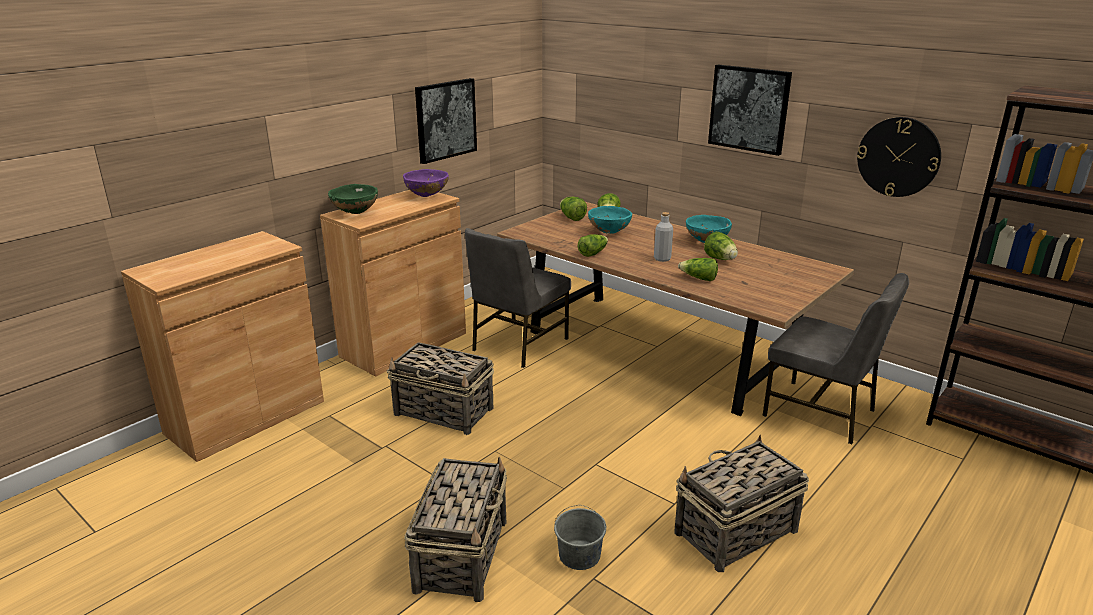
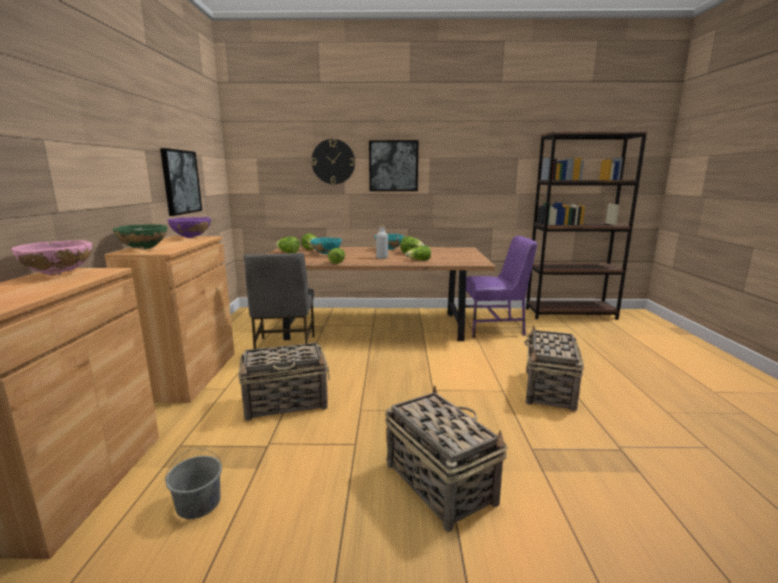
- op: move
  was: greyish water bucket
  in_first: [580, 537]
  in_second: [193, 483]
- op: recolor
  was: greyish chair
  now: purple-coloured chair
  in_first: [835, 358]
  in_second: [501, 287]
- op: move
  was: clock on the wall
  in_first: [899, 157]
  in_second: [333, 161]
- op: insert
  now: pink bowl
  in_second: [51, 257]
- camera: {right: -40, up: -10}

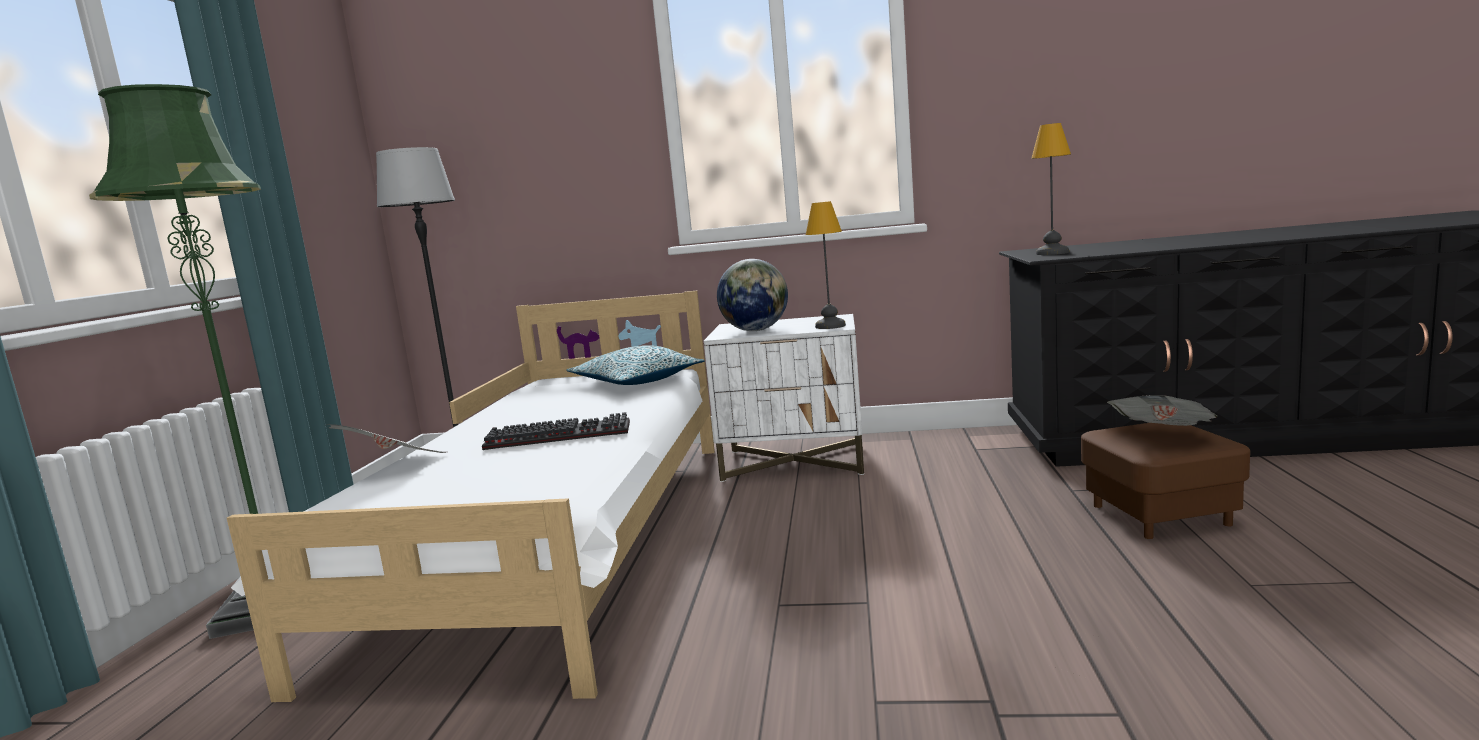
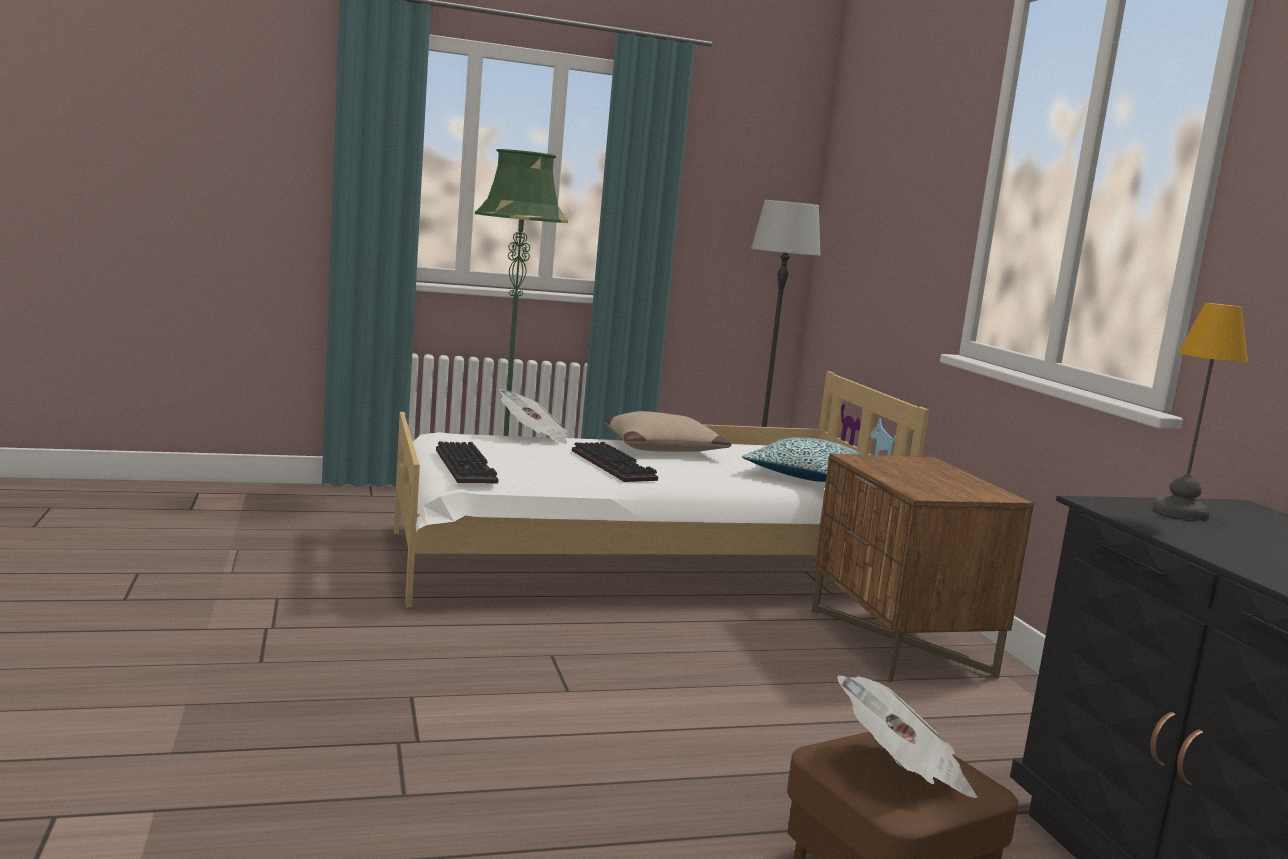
- op: recolor
  was: white nightstand
  now: brown-coloured nightstand
  in_first: [784, 398]
  in_second: [922, 568]
- op: delete
  was: desk globe
  in_first: [752, 295]
- op: delete
  was: tabletop lamp
  in_first: [826, 265]
- op: insert
  now: PC keyboard
  in_second: [467, 462]
- op: insert
  now: sand-coloured cushion
  in_second: [668, 431]
- camera: {right: 65, up: 0}

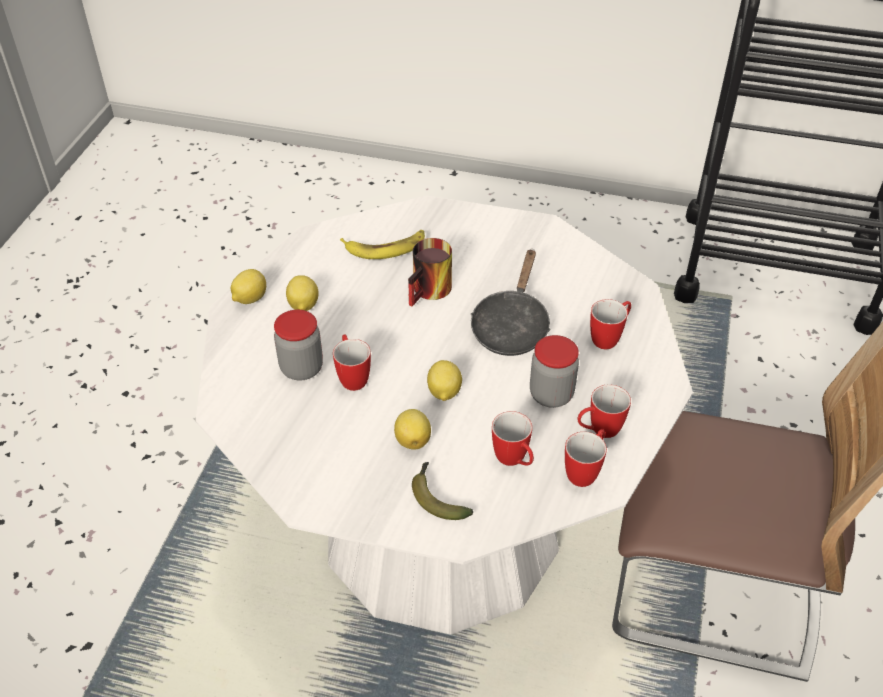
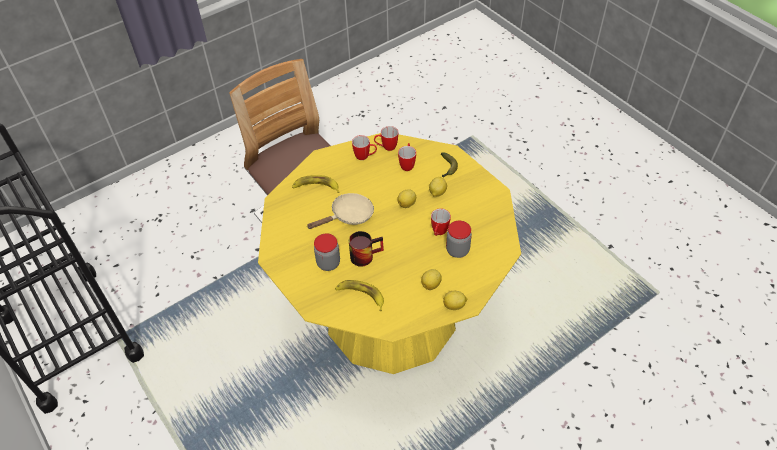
- op: recolor
  was: white kitchen table
  now: yellowish kitchen table
  in_first: [444, 415]
  in_second: [389, 253]
- op: recolor
  was: black-coloured skillet
  now: sand-coloured skillet
  in_first: [511, 302]
  in_second: [340, 211]
- op: move
  was: preserve jar
  in_first: [554, 371]
  in_second: [327, 252]
- op: replace
  was: tea mug
  now: whole banana
  in_first: [610, 324]
  in_second: [315, 184]
- camera: {right: -140, up: 5}

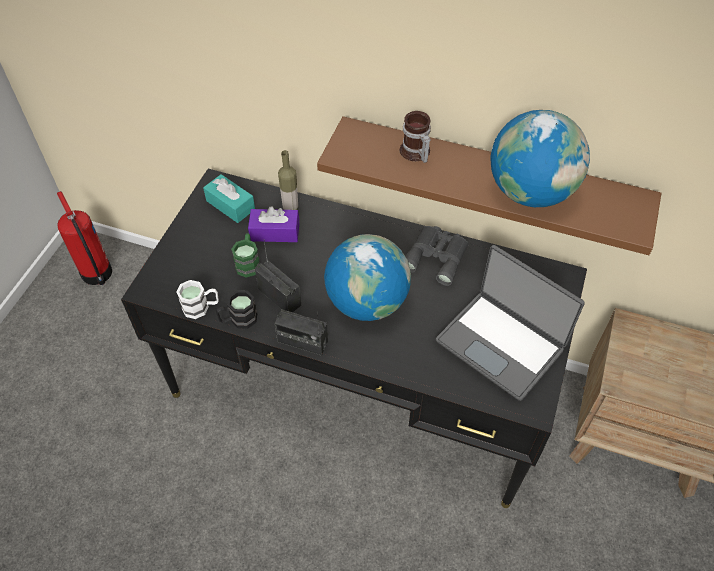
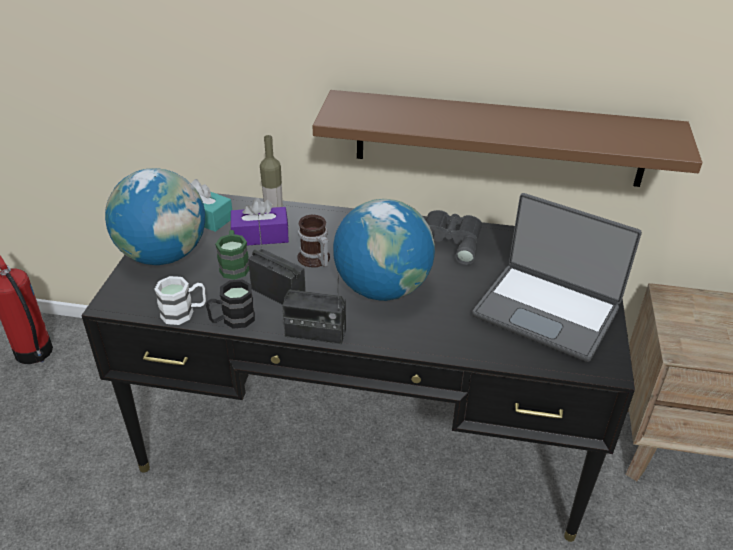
- op: move
  was: tea mug
  in_first: [415, 137]
  in_second: [313, 241]
- op: move
  was: desk globe
  in_first: [540, 158]
  in_second: [155, 216]
- camera: {right: -10, up: -15}

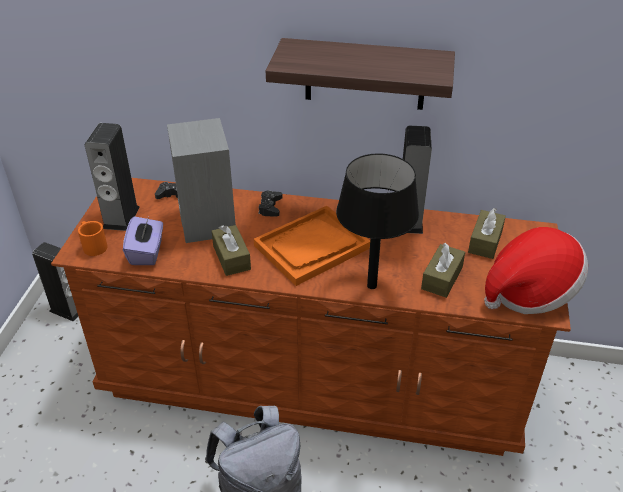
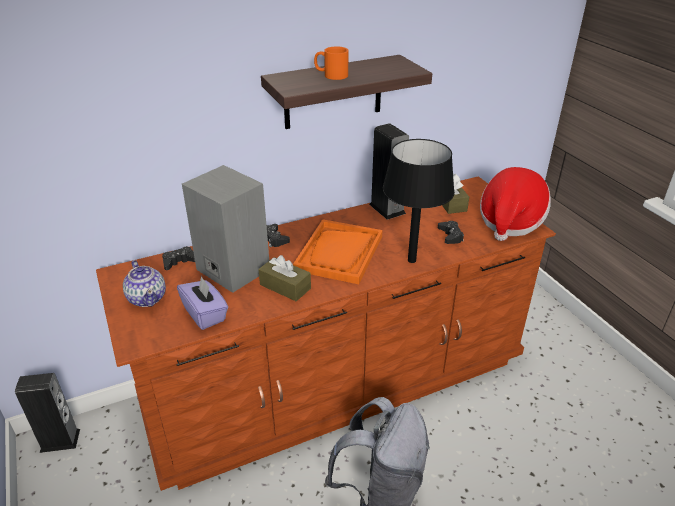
- op: move
  was: orange tea mug
  in_first: [93, 238]
  in_second: [331, 63]
- op: replace
  was: speaker
  now: pot for tea
  in_first: [112, 177]
  in_second: [144, 283]
- op: replace
  was: brown-coloured box of tissues
  now: black-coloured game controller
  in_first: [443, 270]
  in_second: [451, 232]
- camera: {right: -35, up: -5}

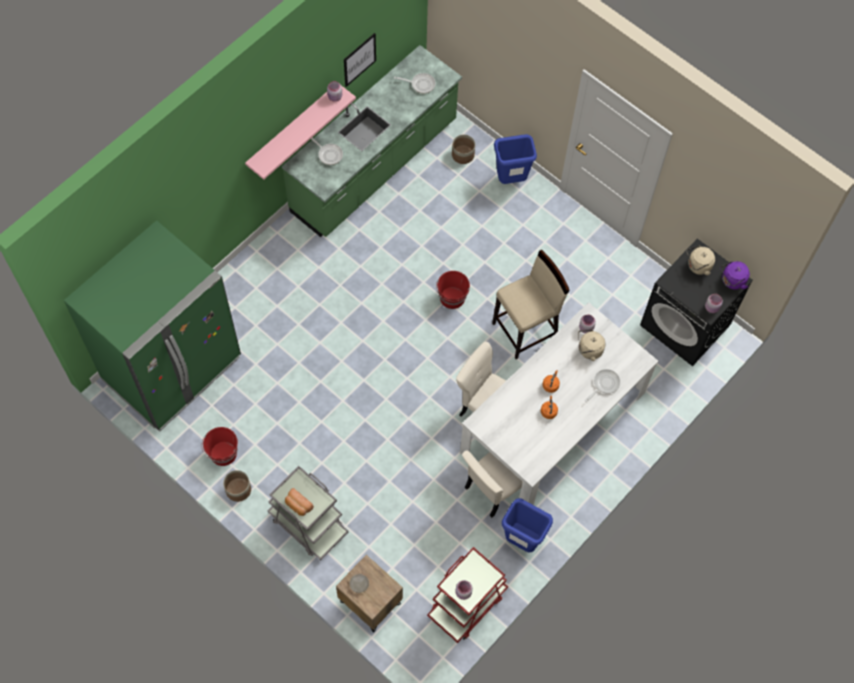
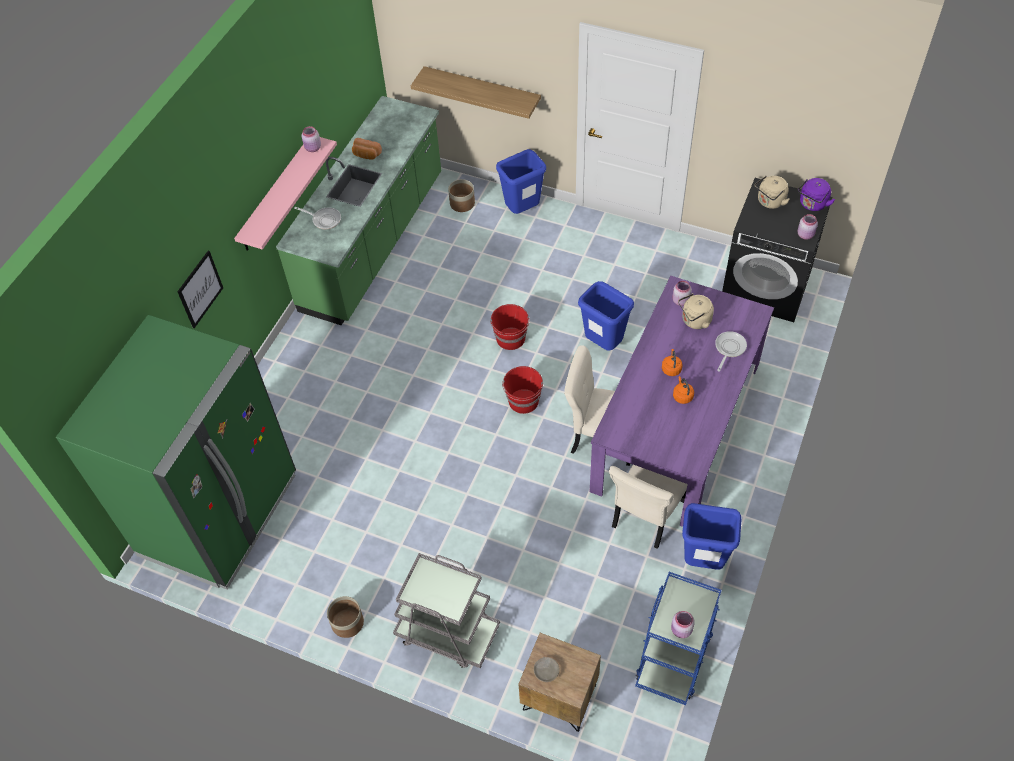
- op: move
  was: red-coloured water bucket
  in_first: [220, 446]
  in_second: [522, 390]
- op: move
  was: bread
  in_first: [299, 502]
  in_second: [367, 149]
- op: move
  was: wall art
  in_first: [360, 60]
  in_second: [200, 289]
- op: delete
  was: skillet
  in_first: [414, 83]
- op: recolor
  was: red-coloured wheeled cart
  now: blue-coloured wheeled cart
  in_first: [467, 595]
  in_second: [678, 638]
- op: recolor
  was: white kitchen table
  now: purple-coloured kitchen table
  in_first: [559, 403]
  in_second: [682, 401]
- op: replace
  was: sand-coloured stool
  now: blue-coloured waste bin
  in_first: [530, 304]
  in_second: [606, 316]
- op: insert
  now: wall shelf
  in_second: [476, 92]
- camera: {right: -15, up: -10}

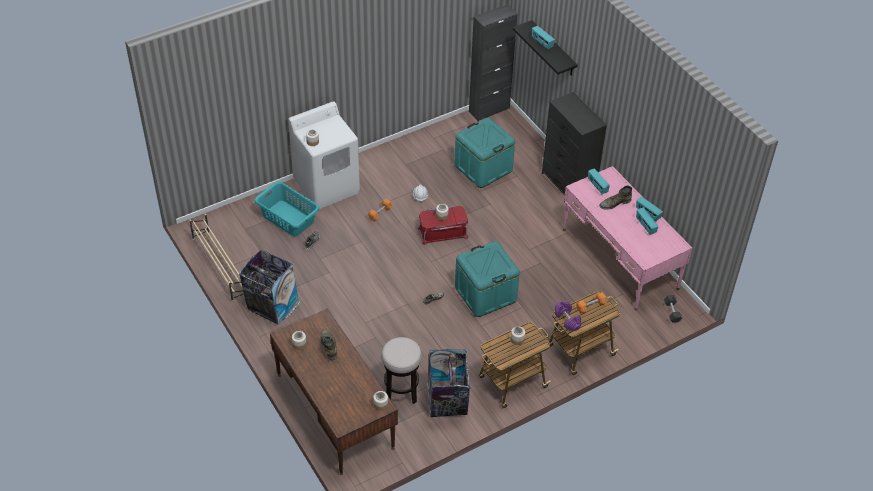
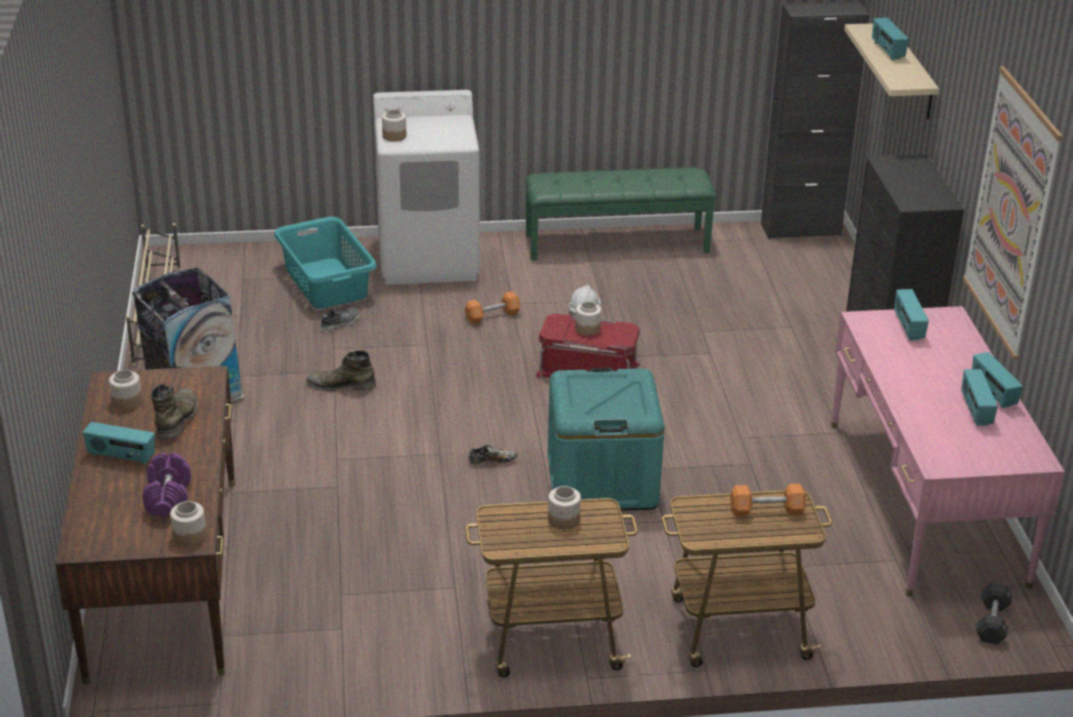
- op: delete
  was: stool
  in_first: [401, 370]
- op: delete
  was: waste bin
  in_first: [448, 383]
- op: delete
  was: turquoise-coloured storage container
  in_first: [484, 153]
- op: recolor
  was: black-coloured wall shelf
  now: sand-coloured wall shelf
  in_first: [545, 48]
  in_second: [891, 71]
- op: move
  was: purple-coloured free weight
  in_first: [568, 316]
  in_second: [166, 484]
- op: move
  was: greenish high-top boot
  in_first: [615, 198]
  in_second: [341, 370]
- op: insert
  now: radio receiver
  in_second: [119, 443]
- op: insert
  now: greenish bench
  in_second: [620, 214]
- op: insert
  now: wall art
  in_second: [1013, 213]
- camera: {right: 25, up: -15}

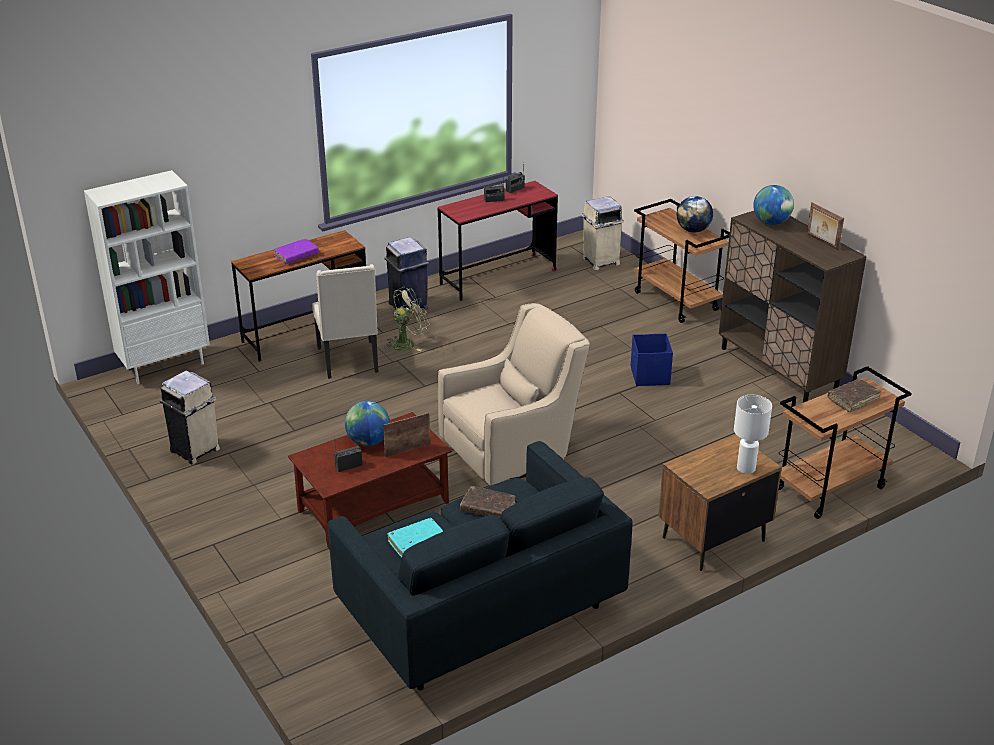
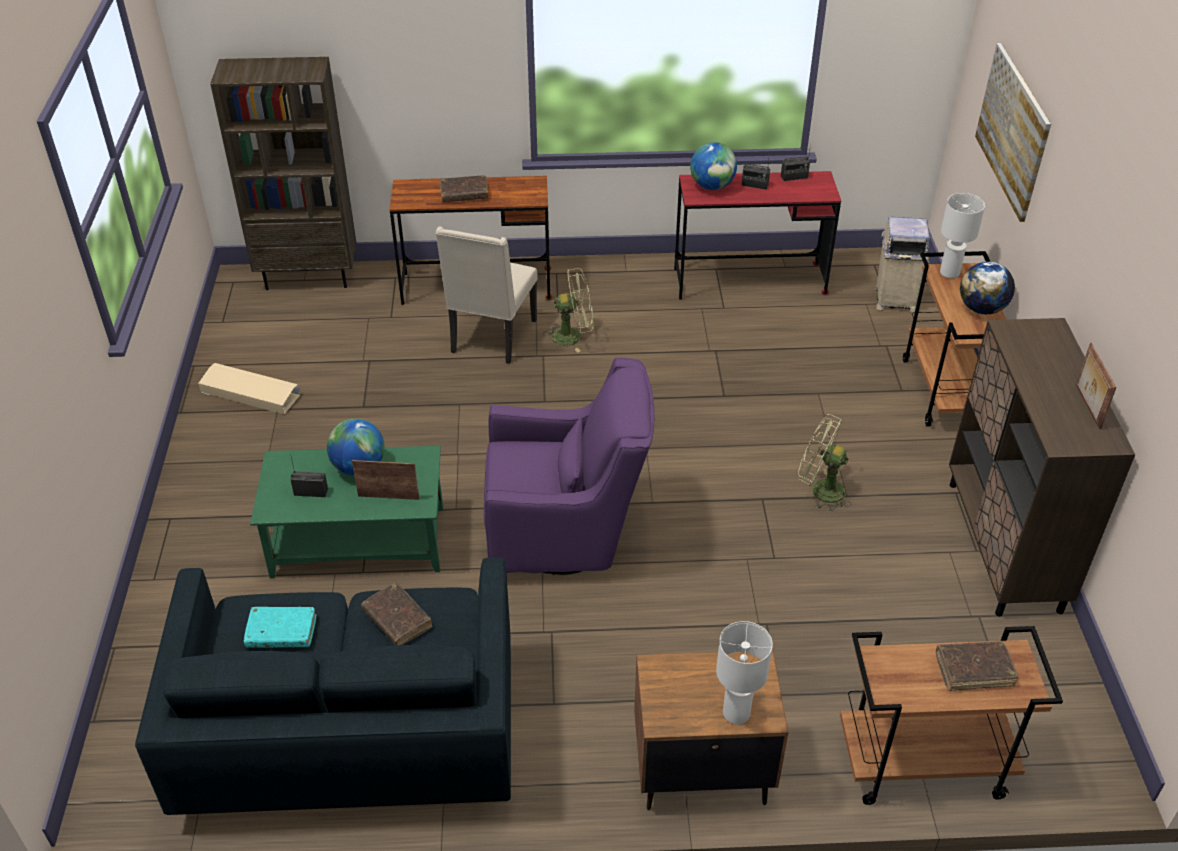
- op: recolor
  was: white bookcase
  now: brown-coloured bookcase
  in_first: [147, 277]
  in_second: [283, 173]
- op: replace
  was: sand-coloured waste bin
  now: sand-coloured storage container
  in_first: [190, 417]
  in_second: [249, 388]
- op: recolor
  was: purple-coloured volume
  now: brown-coloured volume
  in_first: [296, 251]
  in_second: [464, 188]
- op: recolor
  was: brown-coloured lounge table
  now: greenish lounge table
  in_first: [370, 481]
  in_second: [346, 512]
- op: delete
  was: blue-coloured waste bin
  in_first: [407, 273]
- op: recolor
  was: sand-coloured lounge chair
  now: purple-coloured lounge chair
  in_first: [514, 394]
  in_second: [569, 466]
- op: replace
  was: blue-coloured storage container
  now: greenish fan
  in_first: [652, 360]
  in_second: [825, 462]
- op: move
  was: desk globe
  in_first: [773, 205]
  in_second: [713, 166]
- op: insert
  now: white tabletop lamp
  in_second: [962, 235]
- op: insert
  now: wall art
  in_second: [1013, 132]
- camera: {right: 30, up: 10}

